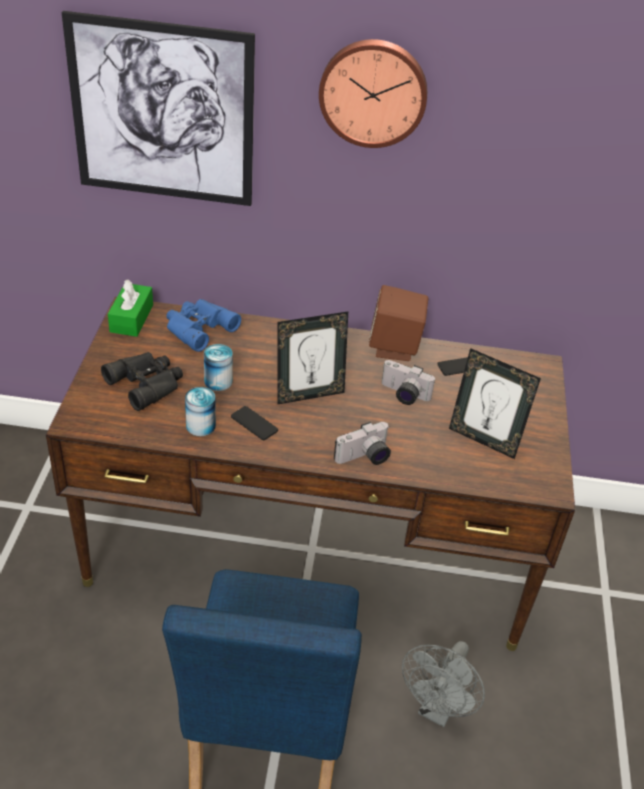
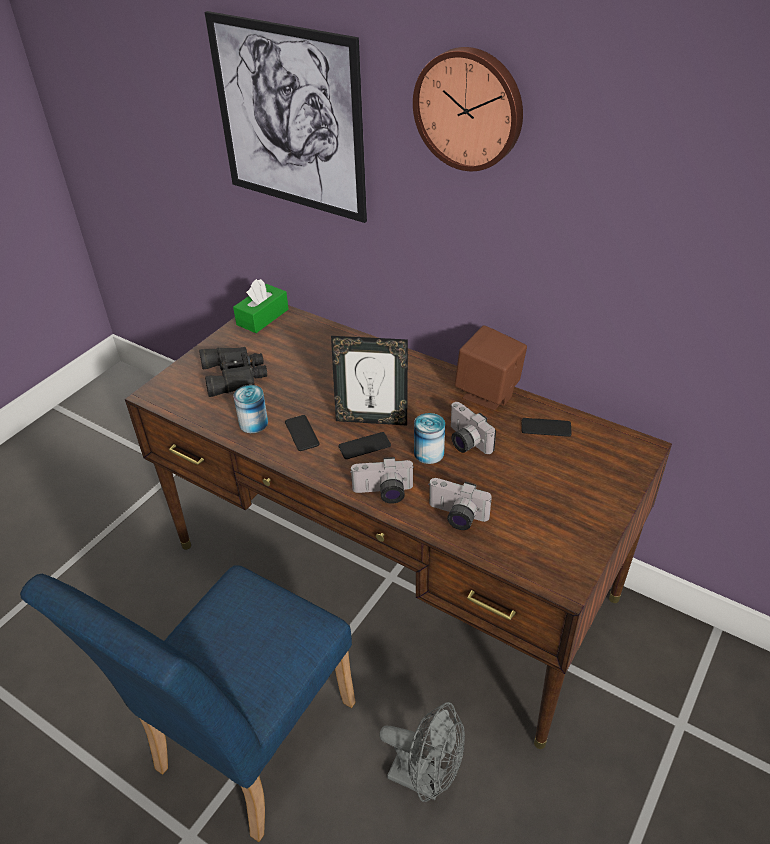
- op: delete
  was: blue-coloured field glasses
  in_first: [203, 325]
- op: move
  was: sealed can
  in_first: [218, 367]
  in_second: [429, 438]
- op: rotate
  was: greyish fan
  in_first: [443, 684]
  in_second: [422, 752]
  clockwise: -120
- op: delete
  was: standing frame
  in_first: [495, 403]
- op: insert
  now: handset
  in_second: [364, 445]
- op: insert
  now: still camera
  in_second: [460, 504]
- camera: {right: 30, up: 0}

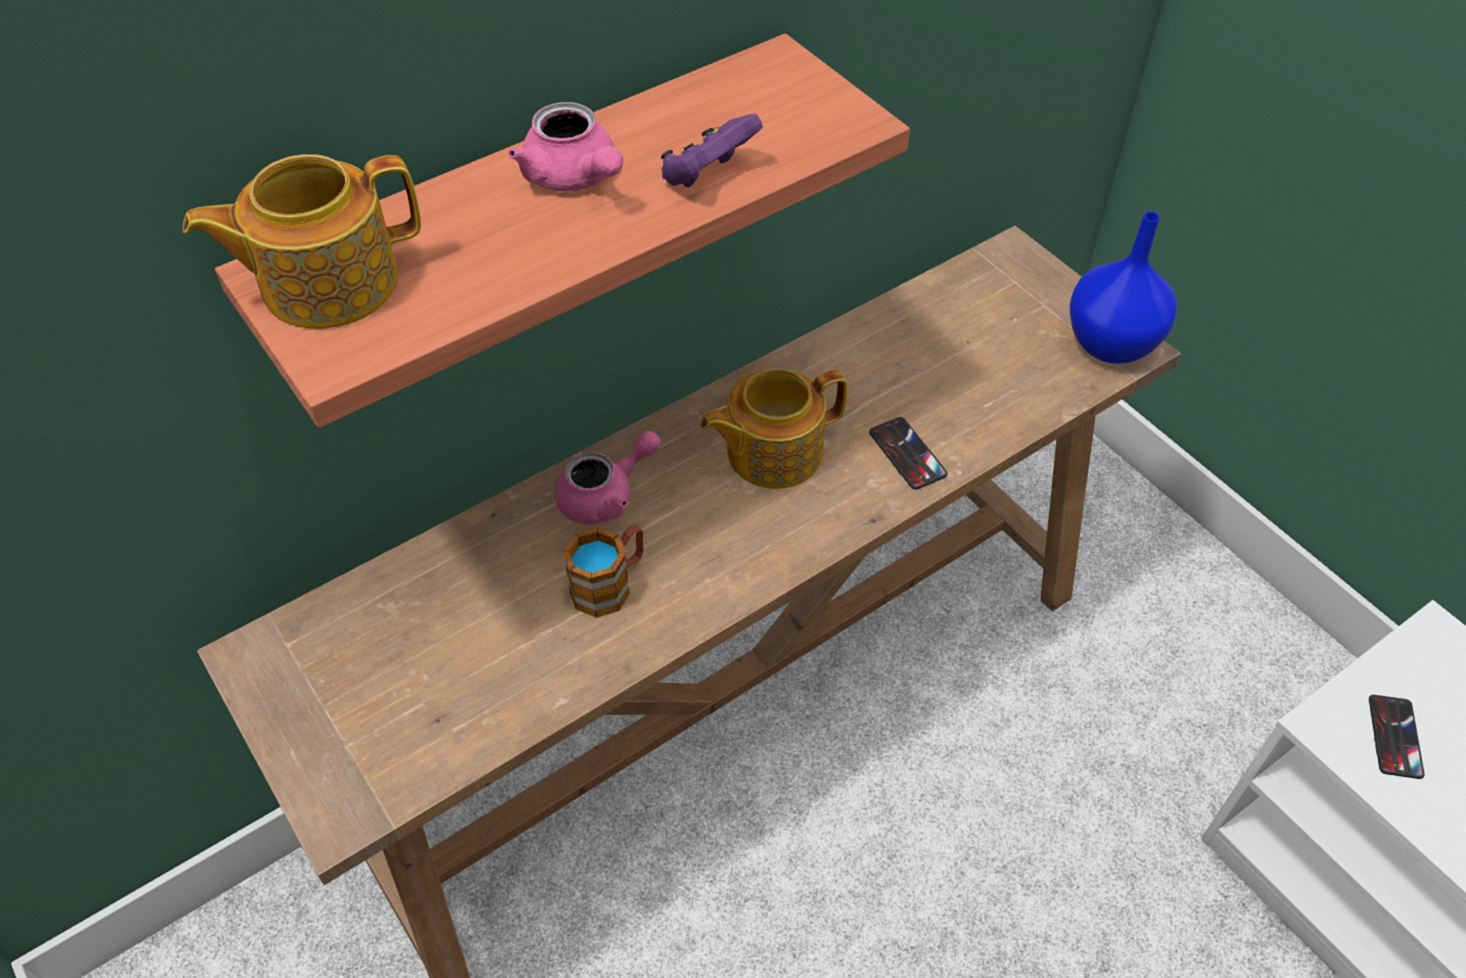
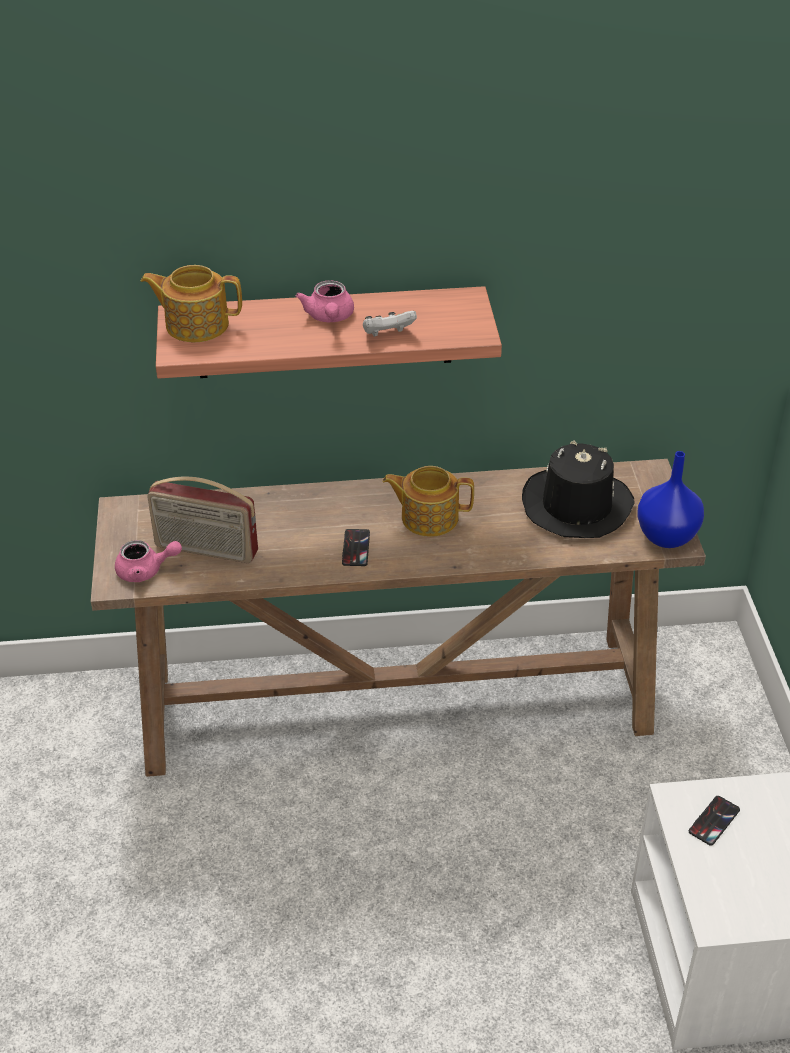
- op: move
  was: pink pot for tea
  in_first: [608, 478]
  in_second: [148, 561]
- op: delete
  was: tea mug
  in_first: [603, 571]
- op: recolor
  was: purple-coloured game controller
  now: white game controller
  in_first: [712, 151]
  in_second: [390, 324]
- op: move
  was: handset
  in_first: [908, 453]
  in_second: [356, 547]
- op: insert
  now: radio receiver
  in_second: [202, 520]
- op: insert
  now: black-coloured wearable hat
  in_second: [578, 489]
- camera: {right: 30, up: -10}

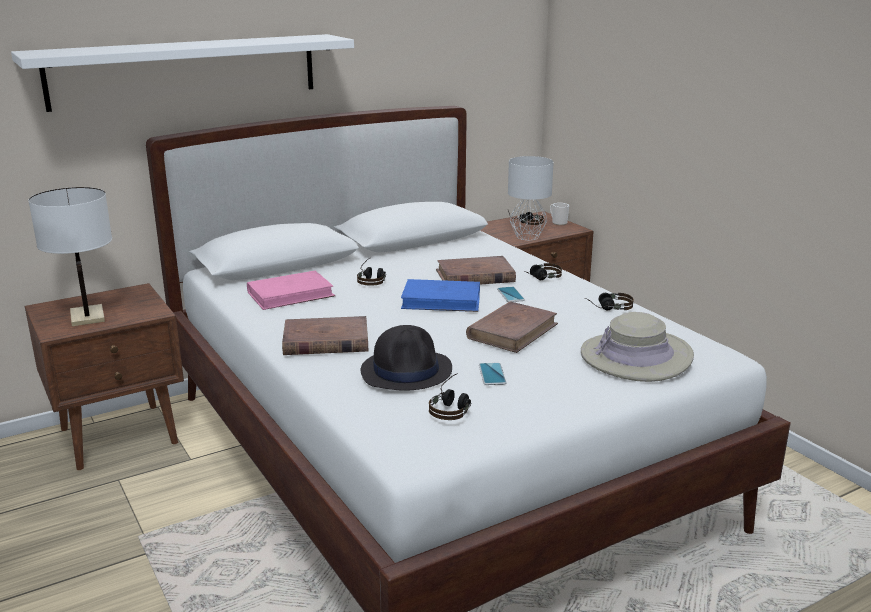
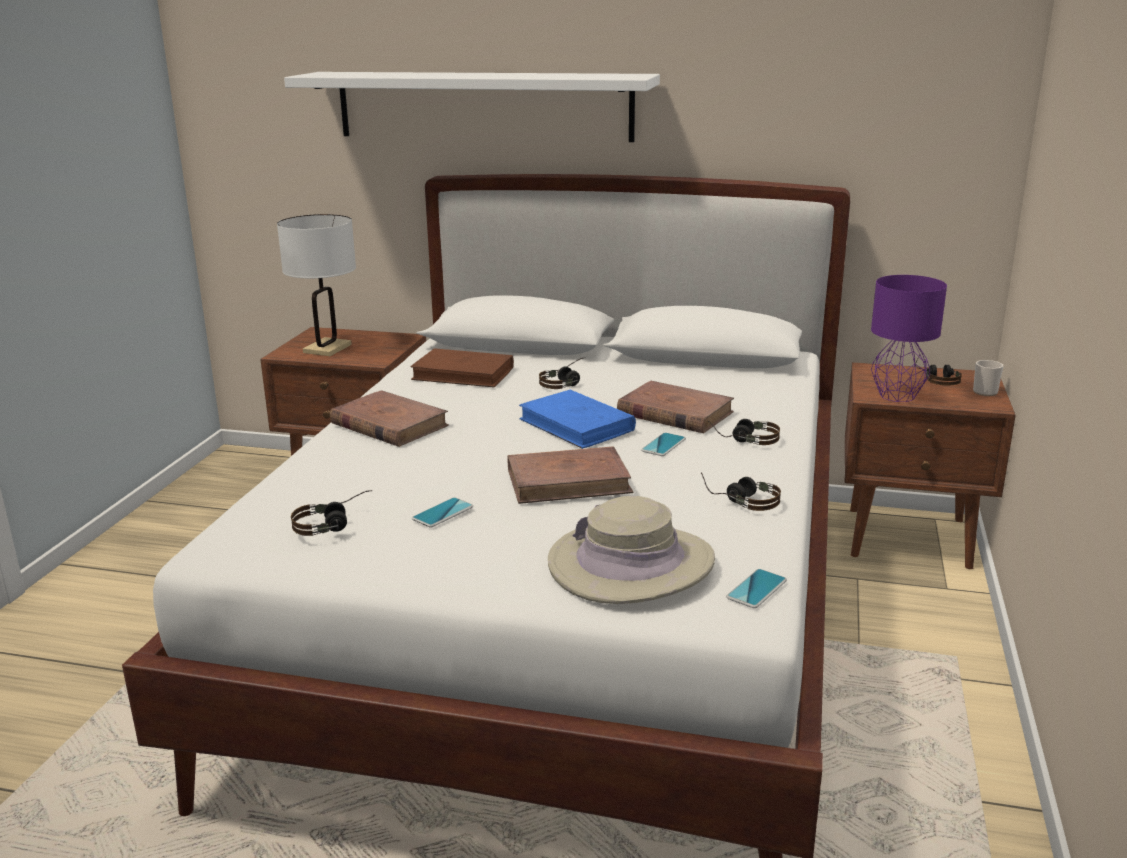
- op: recolor
  was: pink volume
  now: brown-coloured volume
  in_first: [291, 290]
  in_second: [462, 367]
- op: delete
  was: black-coloured wearable hat
  in_first: [406, 358]
- op: recolor
  was: greyish tabletop lamp
  now: purple-coloured tabletop lamp
  in_first: [531, 198]
  in_second: [909, 338]
- op: insert
  now: handset
  in_second: [756, 588]
- camera: {right: 45, up: 0}

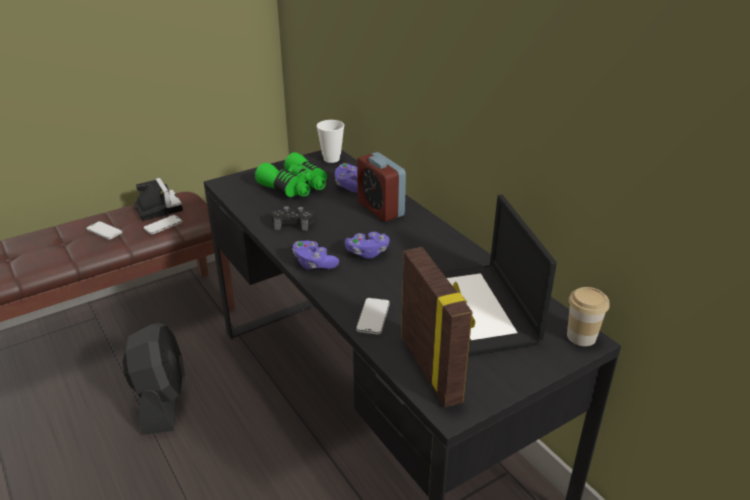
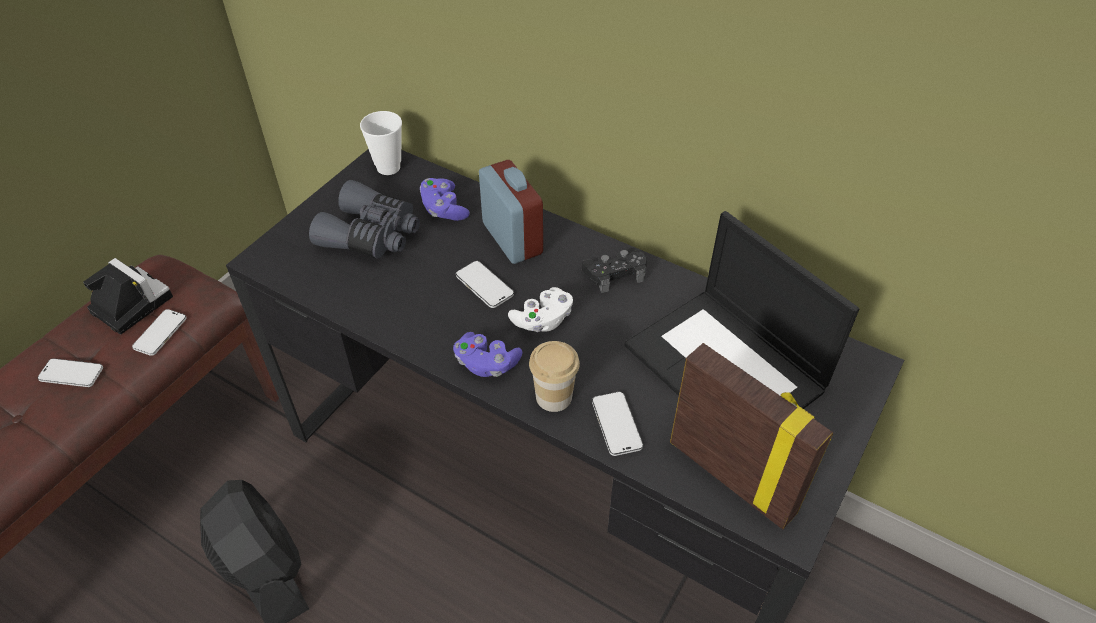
- op: recolor
  was: greenish field glasses
  now: greyish field glasses
  in_first: [291, 174]
  in_second: [364, 219]
- op: move
  was: black-coloured game controller
  in_first: [293, 218]
  in_second: [614, 270]
- op: recolor
  was: purple-coloured game controller
  now: white game controller
  in_first: [367, 245]
  in_second: [540, 309]
- op: rotate
  was: table clock
  in_first: [381, 186]
  in_second: [511, 212]
  clockwise: -150
- op: move
  was: small cup
  in_first: [588, 316]
  in_second: [554, 376]
- op: insert
  now: handset
  in_second: [485, 284]
- camera: {right: -25, up: 15}

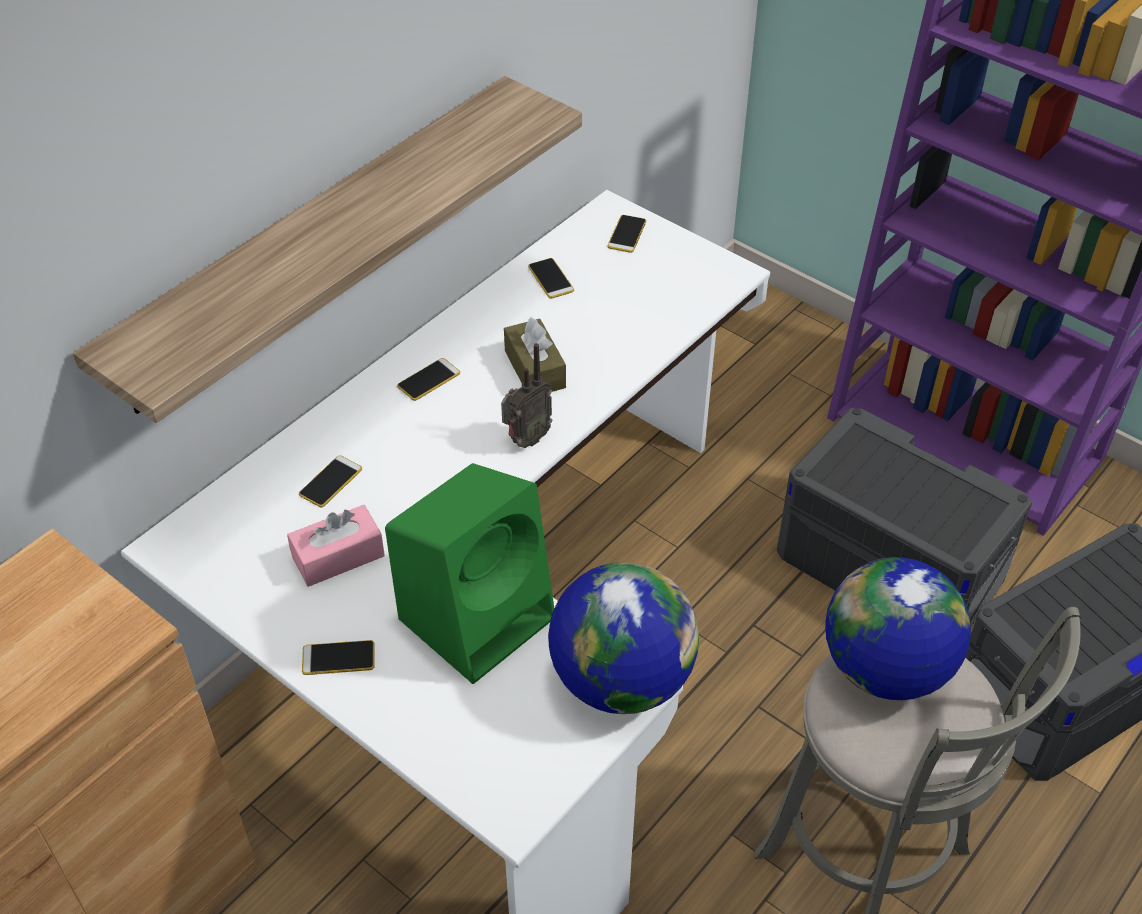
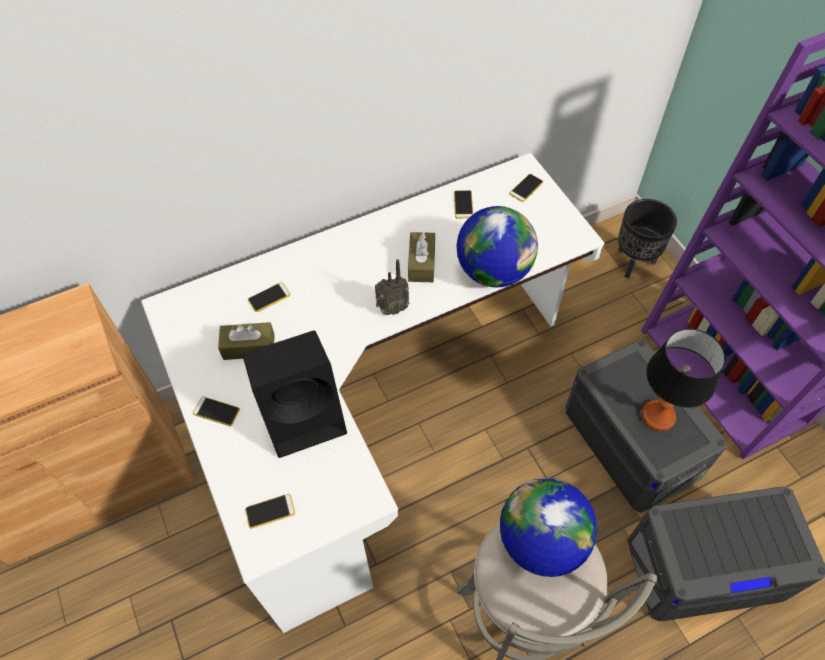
- op: delete
  was: wall shelf
  in_first: [327, 249]
- op: recolor
  was: pink box of tissues
  now: brown-coloured box of tissues
  in_first: [336, 546]
  in_second: [246, 341]
- op: recolor
  was: greenish speaker
  now: black-coloured speaker
  in_first: [469, 573]
  in_second: [294, 394]
- op: move
  was: handset
  in_first: [428, 379]
  in_second: [270, 511]
- op: move
  was: desk globe
  in_first: [623, 638]
  in_second: [497, 247]
- op: insert
  now: black-coloured planter
  in_second: [647, 239]
- op: insert
  now: tabletop lamp
  in_second: [683, 380]
- camera: {right: 25, up: 10}

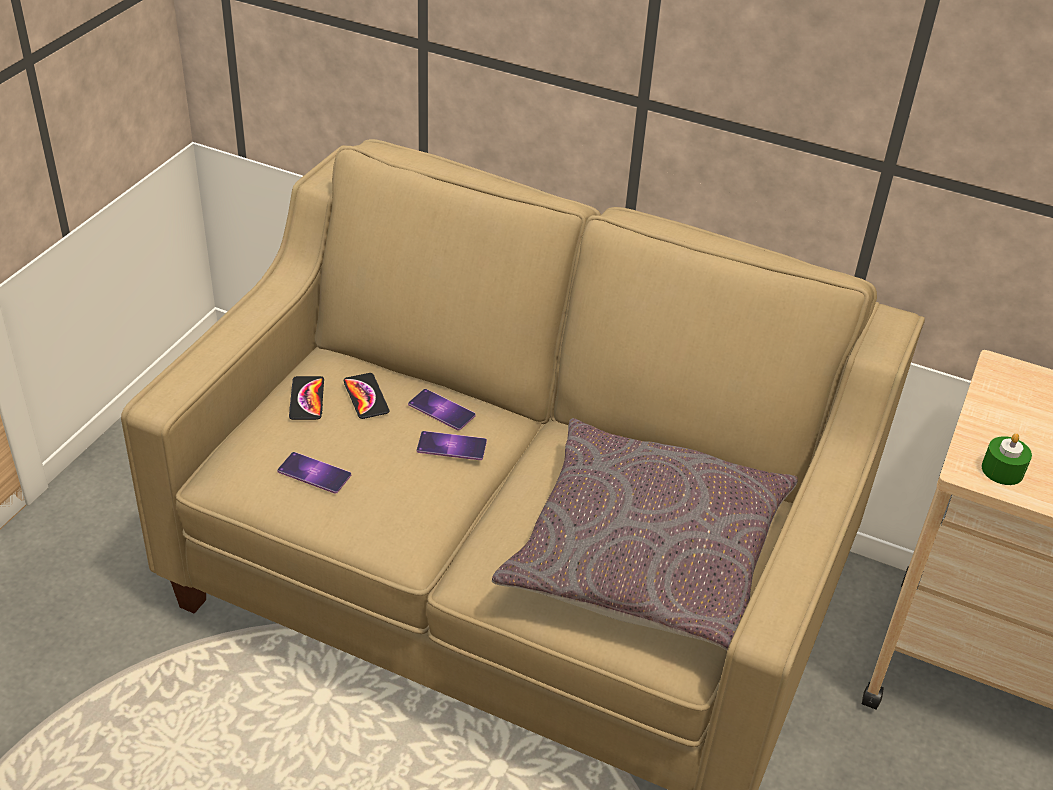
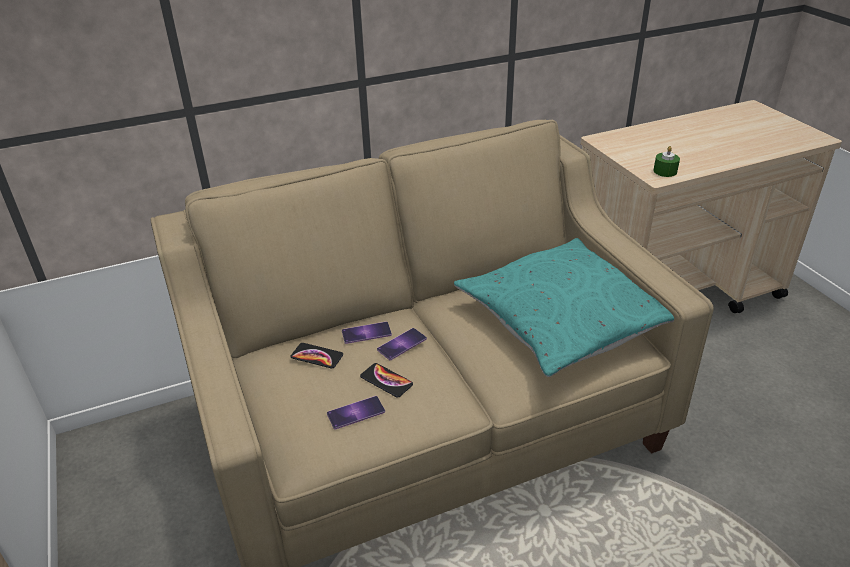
- op: move
  was: handset
  in_first: [306, 398]
  in_second: [386, 380]
- op: recolor
  was: greyish cushion
  now: turquoise-coloured cushion
  in_first: [645, 534]
  in_second: [564, 307]
- camera: {right: -45, up: -5}

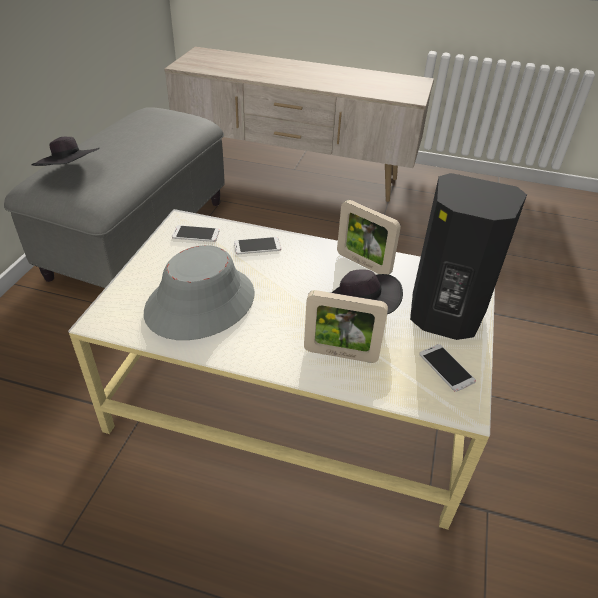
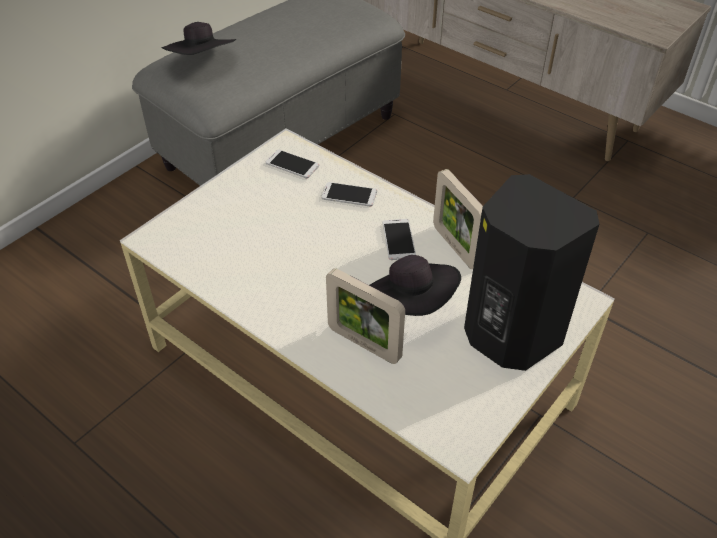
- op: delete
  was: greyish wearable hat
  in_first: [199, 292]
- op: move
  was: handset
  in_first: [447, 368]
  in_second: [399, 239]
- camera: {right: 25, up: 5}

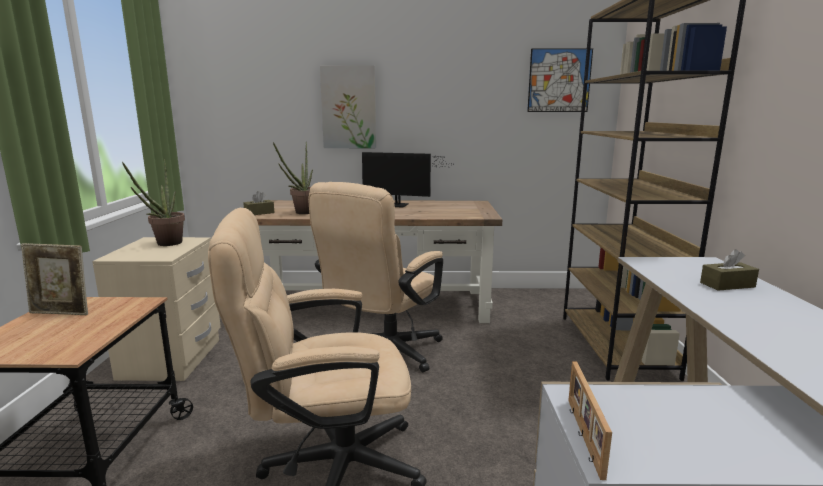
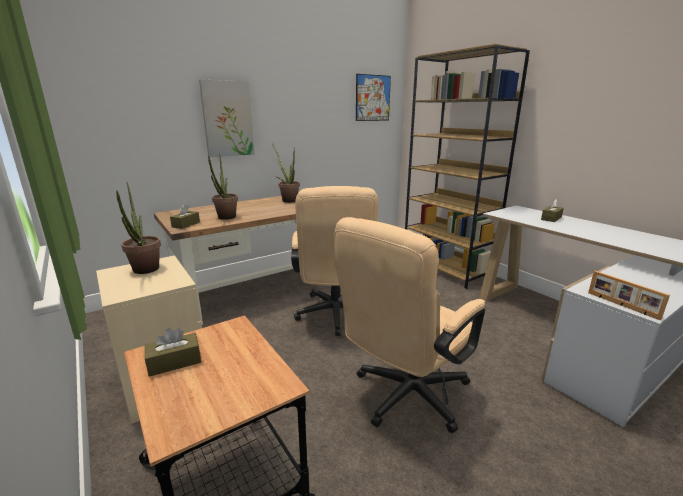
- op: replace
  was: standing frame
  now: brown-coloured box of tissues
  in_first: [54, 279]
  in_second: [173, 352]
- op: replace
  was: computer screen
  now: potted plant
  in_first: [407, 180]
  in_second: [286, 173]
- camera: {right: -35, up: 5}

